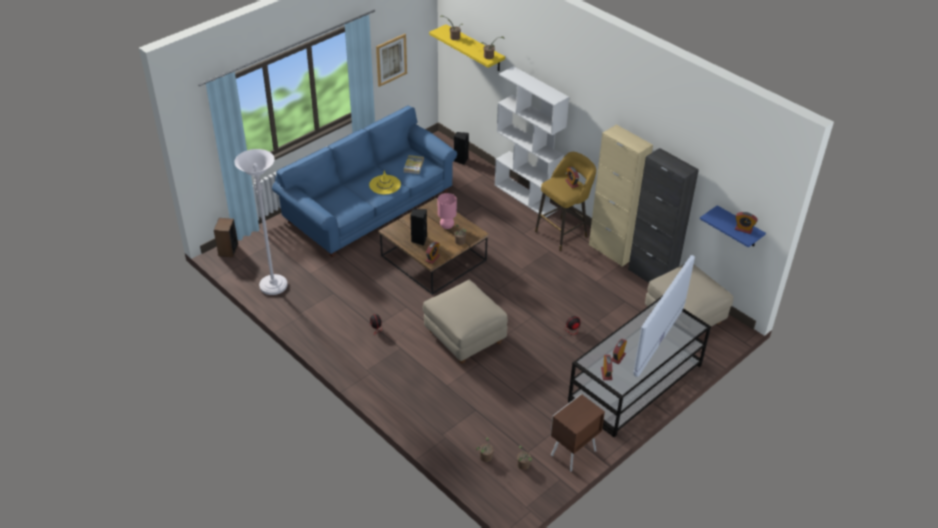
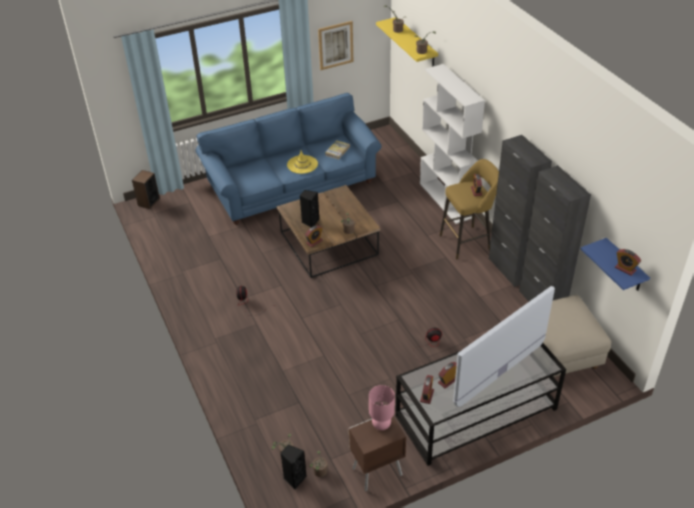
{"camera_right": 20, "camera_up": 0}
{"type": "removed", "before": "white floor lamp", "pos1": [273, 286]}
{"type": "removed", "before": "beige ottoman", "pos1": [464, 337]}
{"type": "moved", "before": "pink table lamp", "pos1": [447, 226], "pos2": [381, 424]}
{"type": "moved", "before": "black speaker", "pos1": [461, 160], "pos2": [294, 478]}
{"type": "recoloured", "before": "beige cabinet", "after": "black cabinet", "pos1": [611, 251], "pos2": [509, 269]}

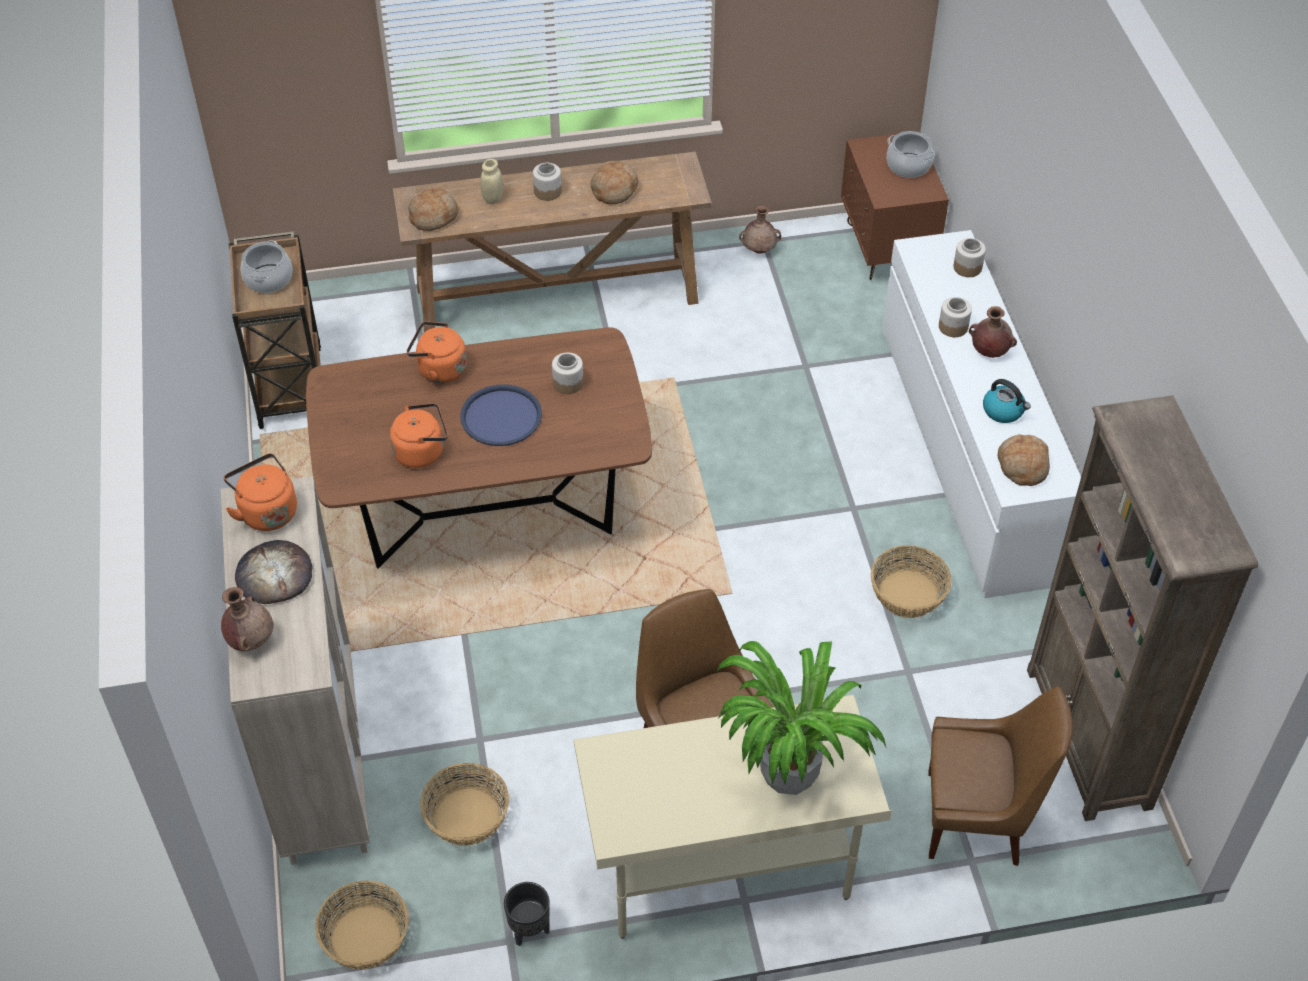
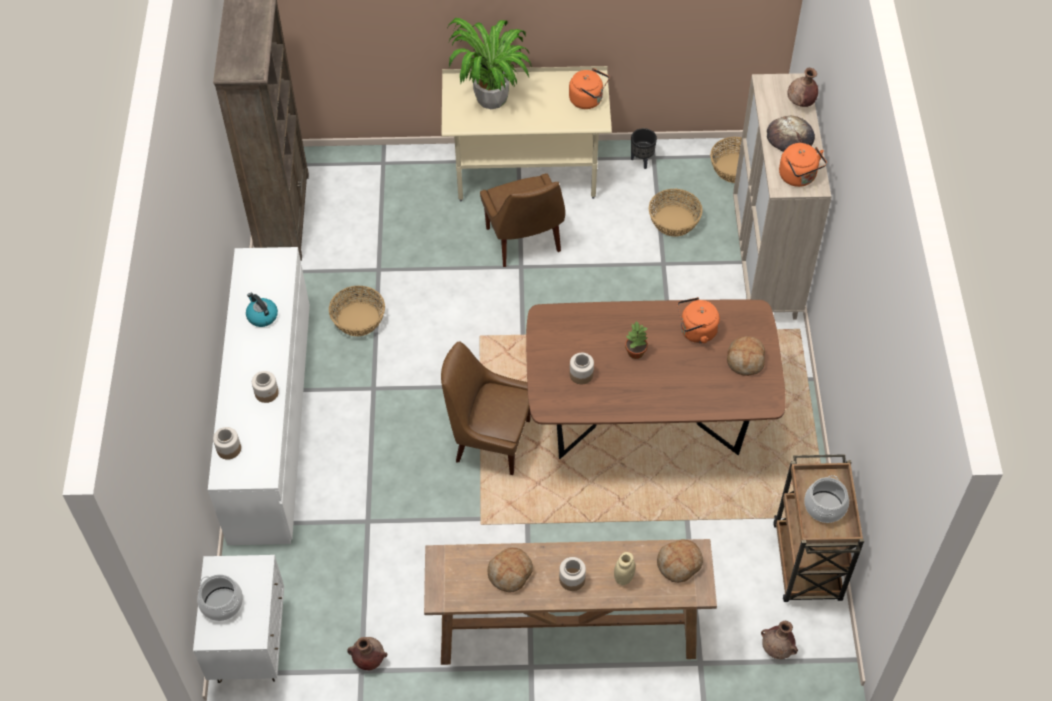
{"camera_right": -170, "camera_up": 5}
{"type": "moved", "before": "orange kettle", "pos1": [439, 369], "pos2": [588, 100]}
{"type": "moved", "before": "brown chair", "pos1": [978, 819], "pos2": [489, 440]}
{"type": "moved", "before": "brown vase", "pos1": [989, 351], "pos2": [777, 649]}
{"type": "moved", "before": "bread", "pos1": [1022, 466], "pos2": [745, 360]}
{"type": "replaced", "before": "blue tray", "after": "potted plant", "pos1": [501, 416], "pos2": [635, 352]}
{"type": "recoloured", "before": "brown nightstand", "after": "white nightstand", "pos1": [887, 248], "pos2": [250, 643]}

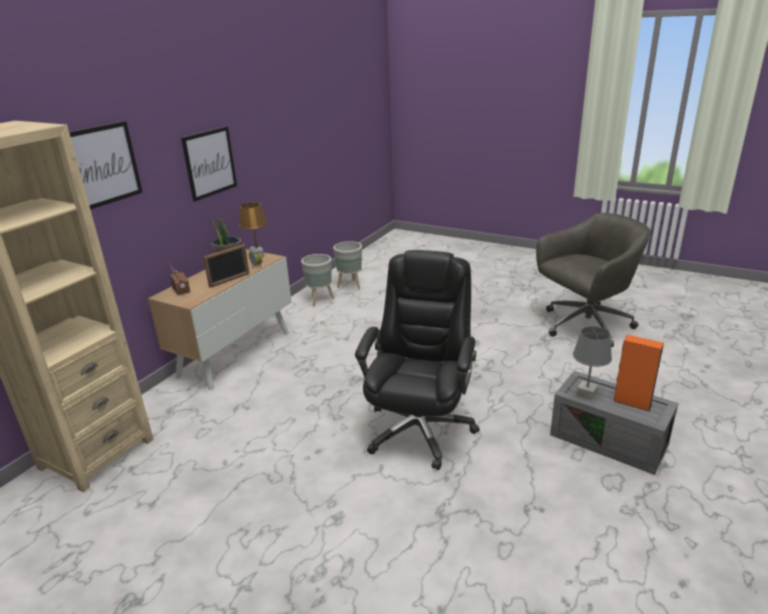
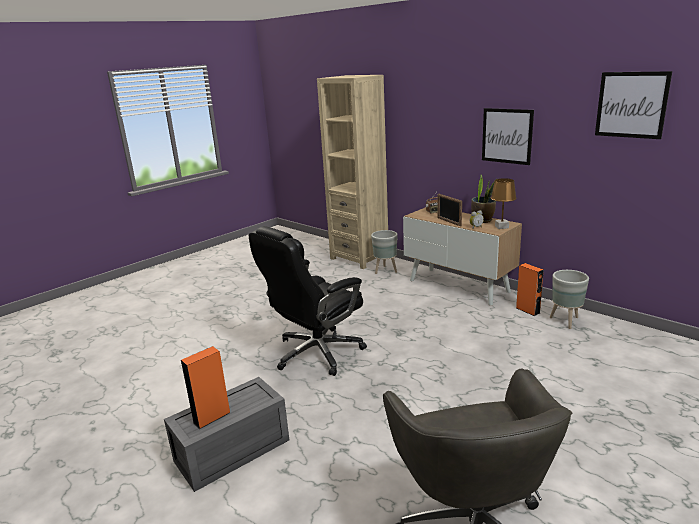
{"camera_right": 105, "camera_up": -5}
{"type": "removed", "before": "grey table lamp", "pos1": [586, 394]}
{"type": "added", "after": "orange speaker", "pos2": [527, 310]}
{"type": "moved", "before": "picture", "pos1": [102, 165], "pos2": [631, 105]}
{"type": "moved", "before": "grey planter", "pos1": [350, 285], "pos2": [385, 270]}
{"type": "turned", "before": "black office chair", "pos1": [420, 428], "pos2": [316, 353], "turn": 105}

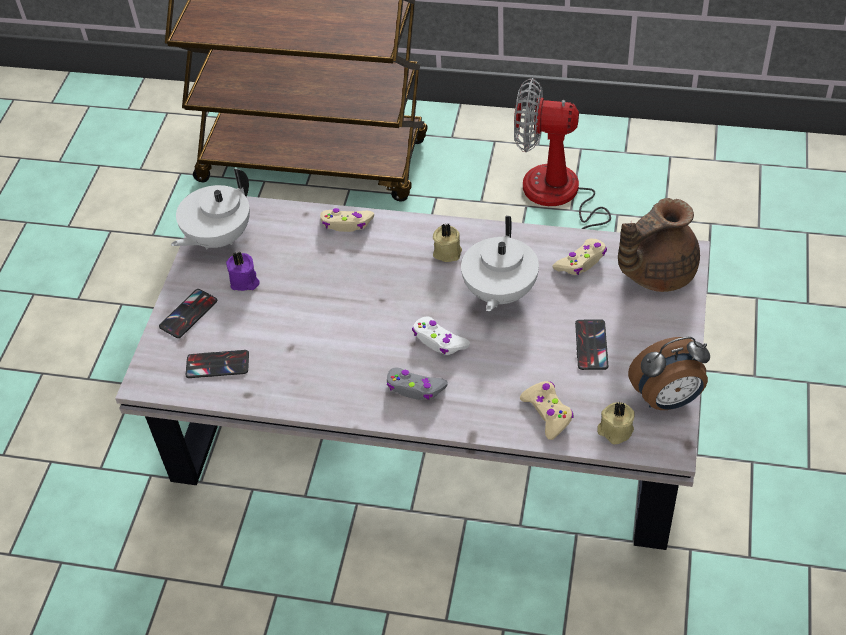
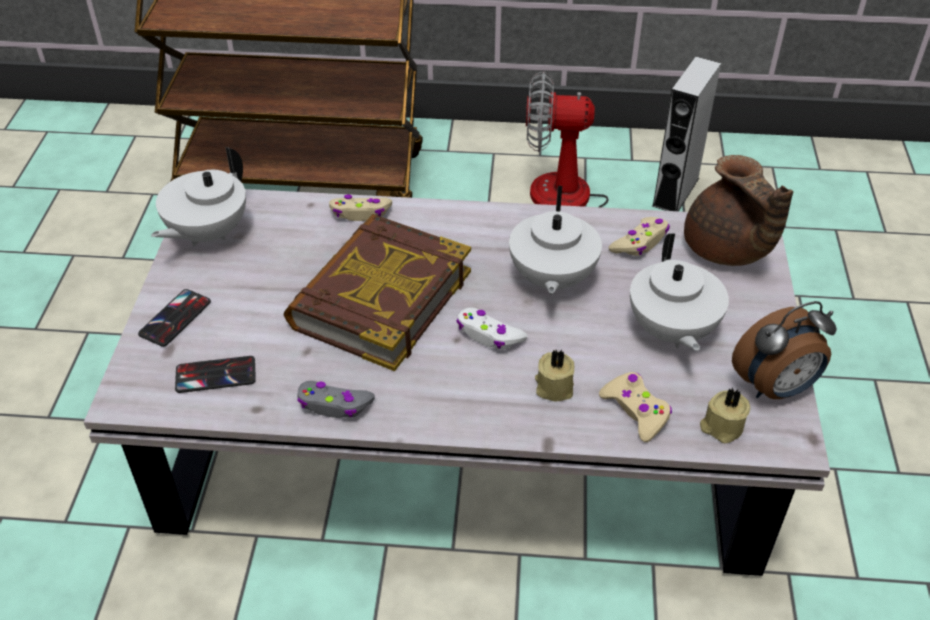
{"camera_right": -10, "camera_up": -5}
{"type": "removed", "before": "purple candle", "pos1": [244, 282]}
{"type": "added", "after": "book", "pos2": [380, 299]}
{"type": "added", "after": "grey speaker", "pos2": [675, 192]}
{"type": "moved", "before": "grey game controller", "pos1": [415, 388], "pos2": [334, 405]}
{"type": "moved", "before": "beige candle", "pos1": [447, 251], "pos2": [553, 387]}
{"type": "replaced", "before": "phone", "after": "white teapot", "pos1": [591, 345], "pos2": [671, 331]}
{"type": "turned", "before": "brown teapot", "pos1": [655, 272], "pos2": [726, 250], "turn": -75}

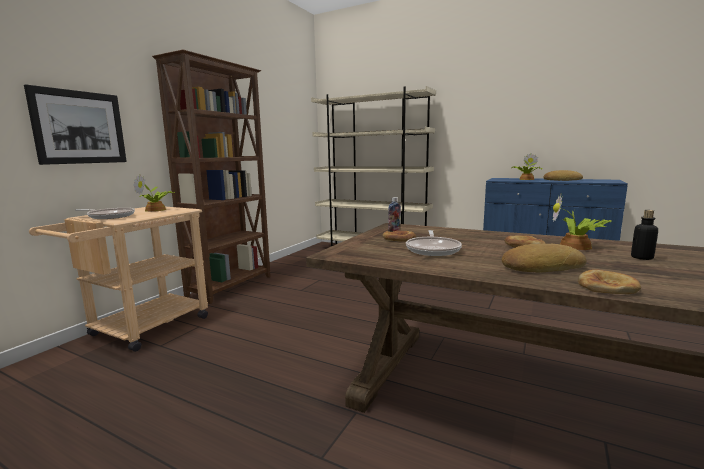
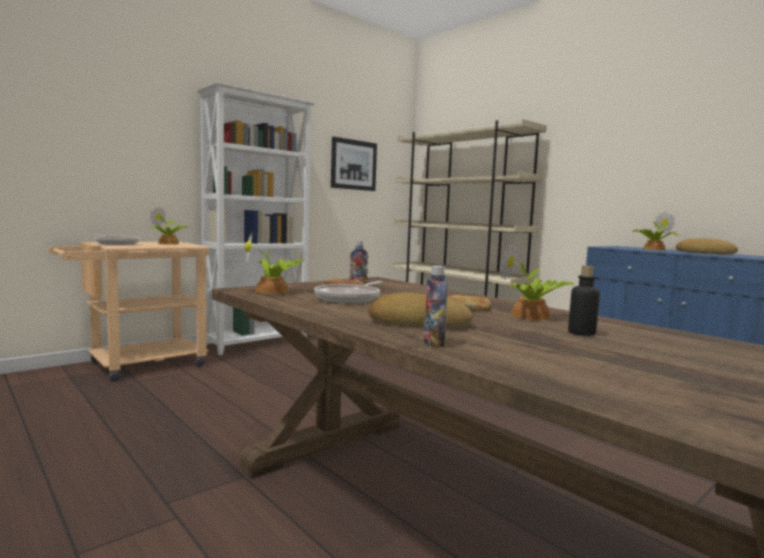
{"camera_right": 20, "camera_up": -5}
{"type": "added", "after": "potted plant", "pos2": [274, 291]}
{"type": "moved", "before": "picture", "pos1": [80, 127], "pos2": [353, 165]}
{"type": "replaced", "before": "bread", "after": "bottle", "pos1": [607, 287], "pos2": [433, 343]}
{"type": "recoloured", "before": "brown bookcase", "after": "white bookcase", "pos1": [231, 286], "pos2": [257, 343]}

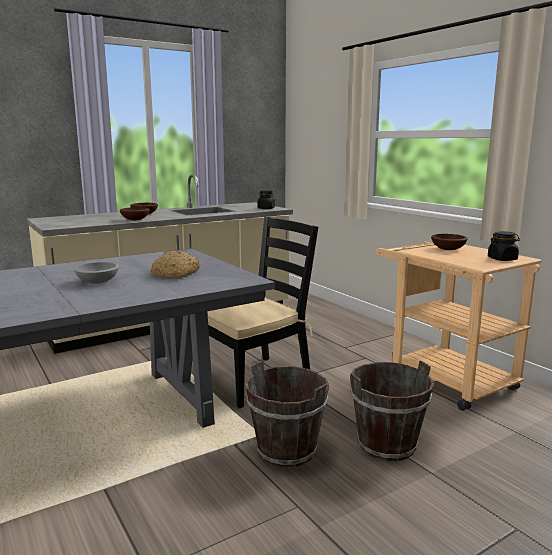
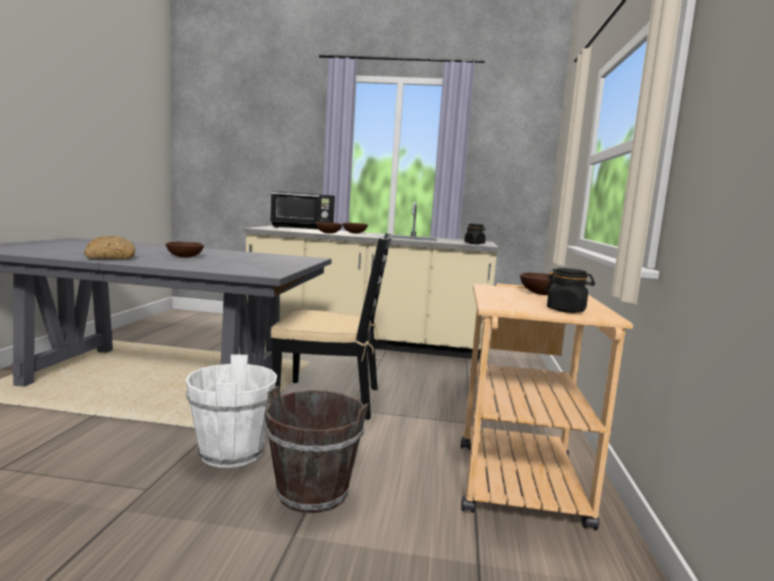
{"camera_right": 40, "camera_up": -5}
{"type": "added", "after": "black microwave", "pos2": [303, 229]}
{"type": "moved", "before": "bread", "pos1": [176, 273], "pos2": [110, 258]}
{"type": "recoloured", "before": "grey bowl", "after": "brown bowl", "pos1": [98, 282], "pos2": [185, 257]}
{"type": "recoloured", "before": "brown bucket", "after": "white bucket", "pos1": [286, 451], "pos2": [231, 452]}

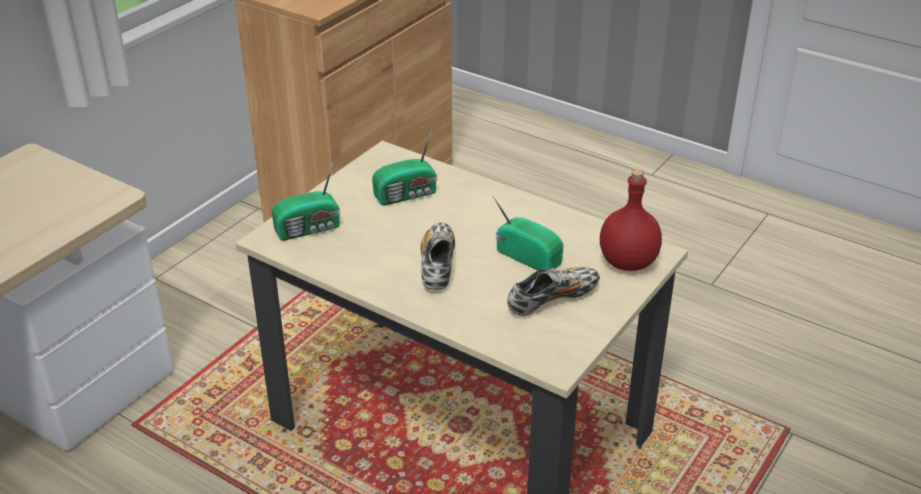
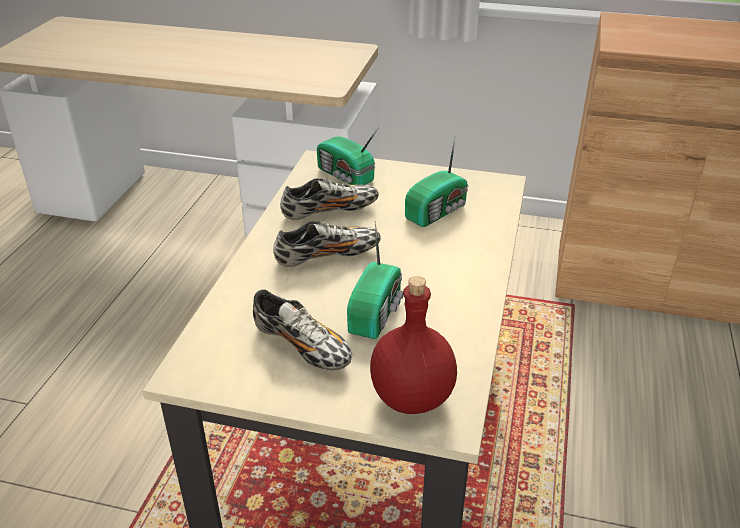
{"camera_right": 70, "camera_up": 0}
{"type": "added", "after": "shoe", "pos2": [330, 211]}
{"type": "turned", "before": "radio", "pos1": [407, 195], "pos2": [438, 211], "turn": -90}

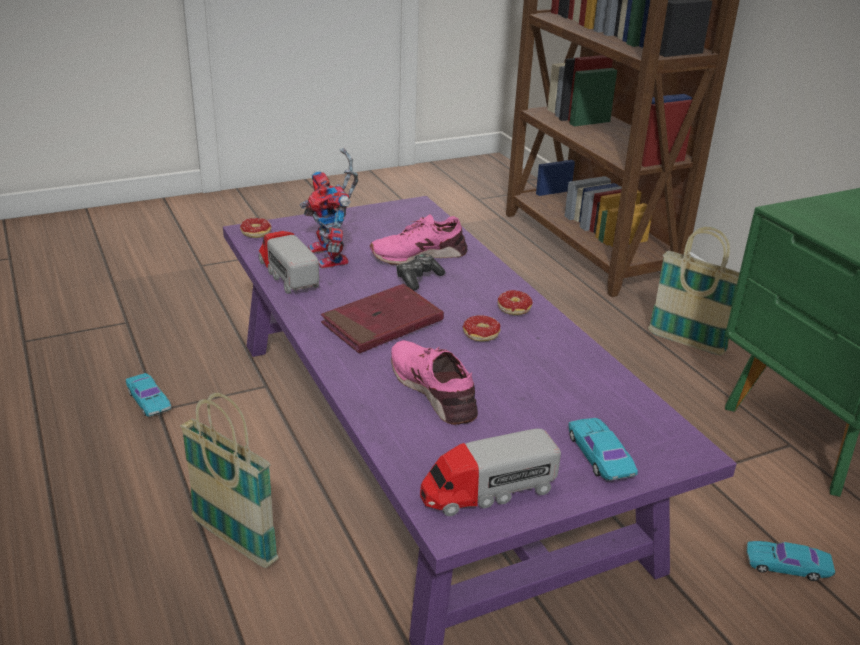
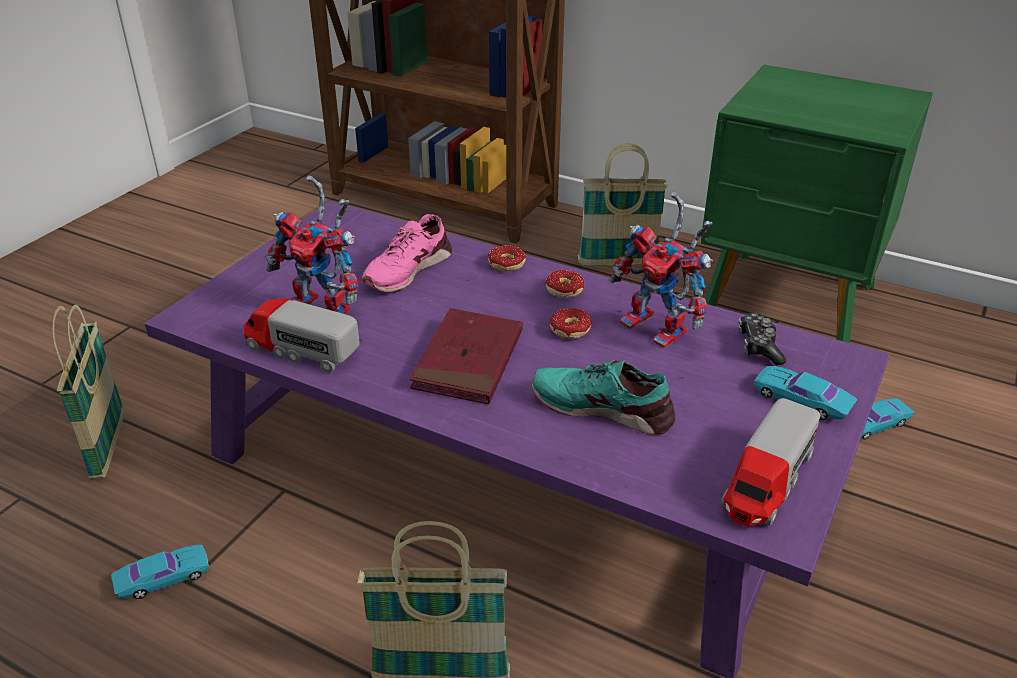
{"camera_right": -35, "camera_up": 5}
{"type": "added", "after": "basket", "pos2": [108, 446]}
{"type": "added", "after": "toy robot", "pos2": [661, 329]}
{"type": "moved", "before": "donut", "pos1": [251, 234], "pos2": [505, 268]}
{"type": "moved", "before": "game controller", "pos1": [418, 279], "pos2": [759, 346]}
{"type": "recoloured", "before": "pink shoe", "after": "turquoise shoe", "pos1": [434, 390], "pos2": [603, 407]}
{"type": "turned", "before": "turquoise toy car", "pos1": [148, 400], "pos2": [163, 577], "turn": -45}

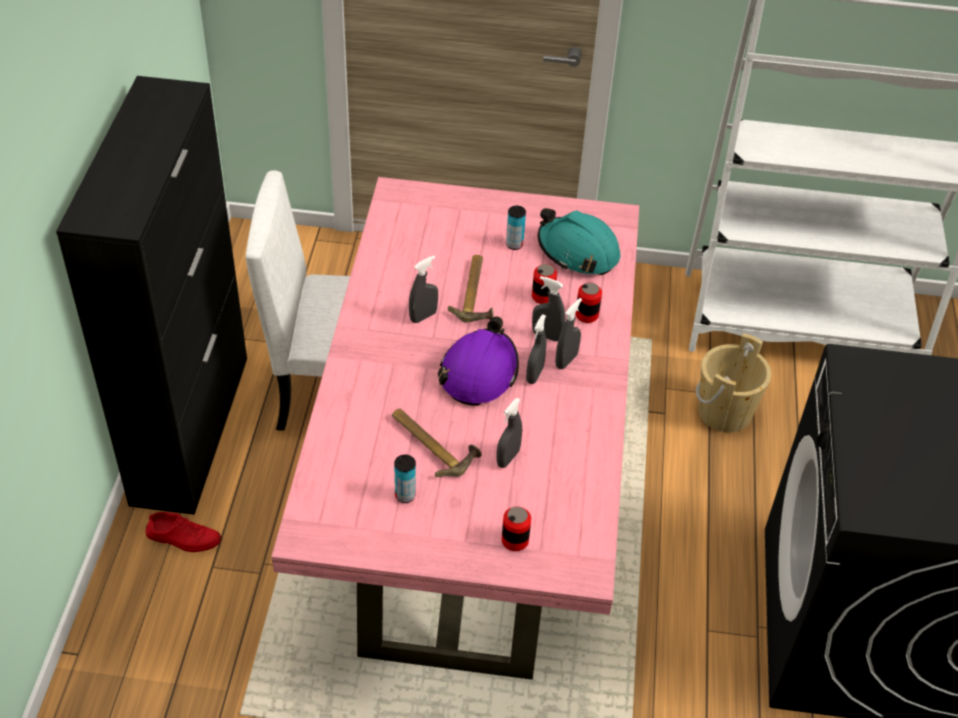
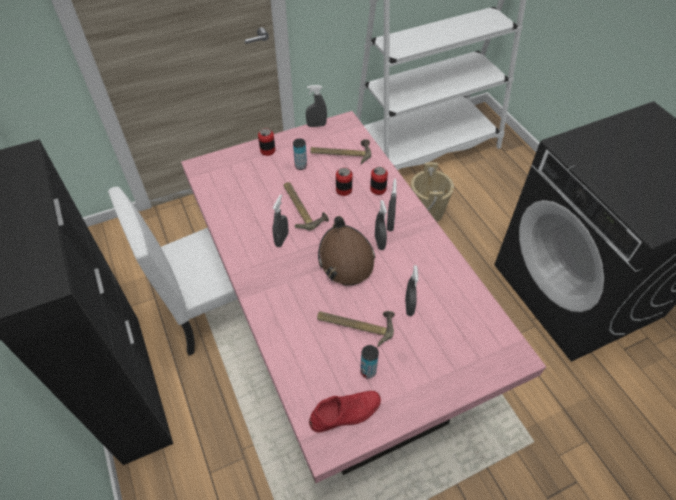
{"camera_right": -30, "camera_up": 5}
{"type": "moved", "before": "red shoe", "pos1": [183, 538], "pos2": [345, 413]}
{"type": "moved", "before": "can", "pos1": [515, 540], "pos2": [267, 151]}
{"type": "moved", "before": "grey spray bottle", "pos1": [546, 336], "pos2": [316, 125]}
{"type": "replaced", "before": "turquoise hard hat", "after": "hammer", "pos1": [578, 251], "pos2": [341, 153]}
{"type": "recoloured", "before": "purple hard hat", "after": "brown hard hat", "pos1": [479, 372], "pos2": [345, 259]}

